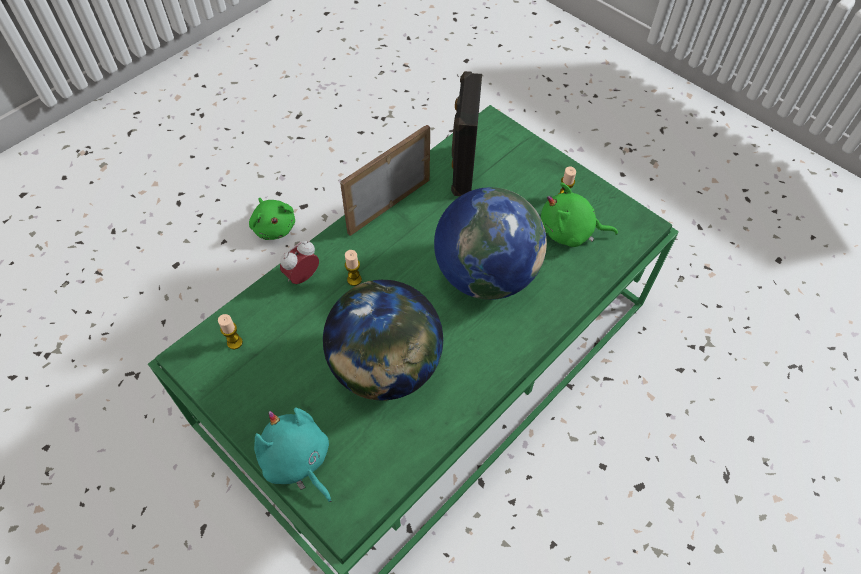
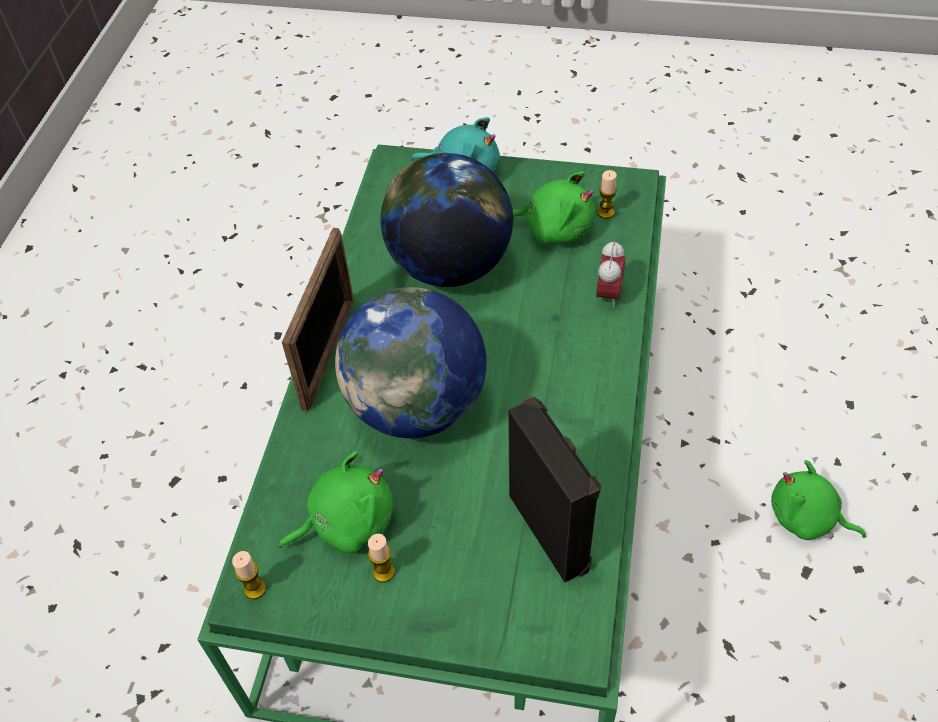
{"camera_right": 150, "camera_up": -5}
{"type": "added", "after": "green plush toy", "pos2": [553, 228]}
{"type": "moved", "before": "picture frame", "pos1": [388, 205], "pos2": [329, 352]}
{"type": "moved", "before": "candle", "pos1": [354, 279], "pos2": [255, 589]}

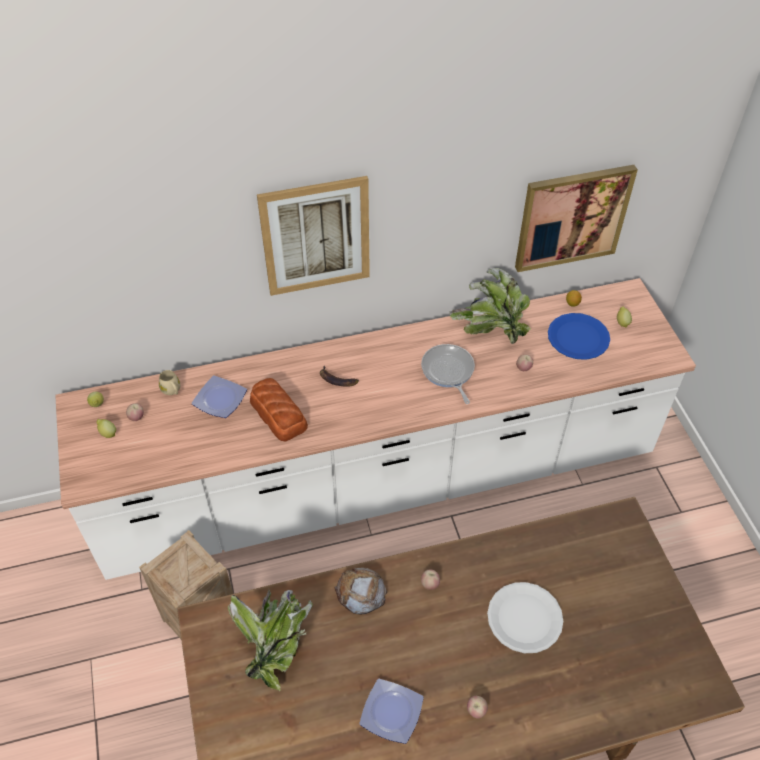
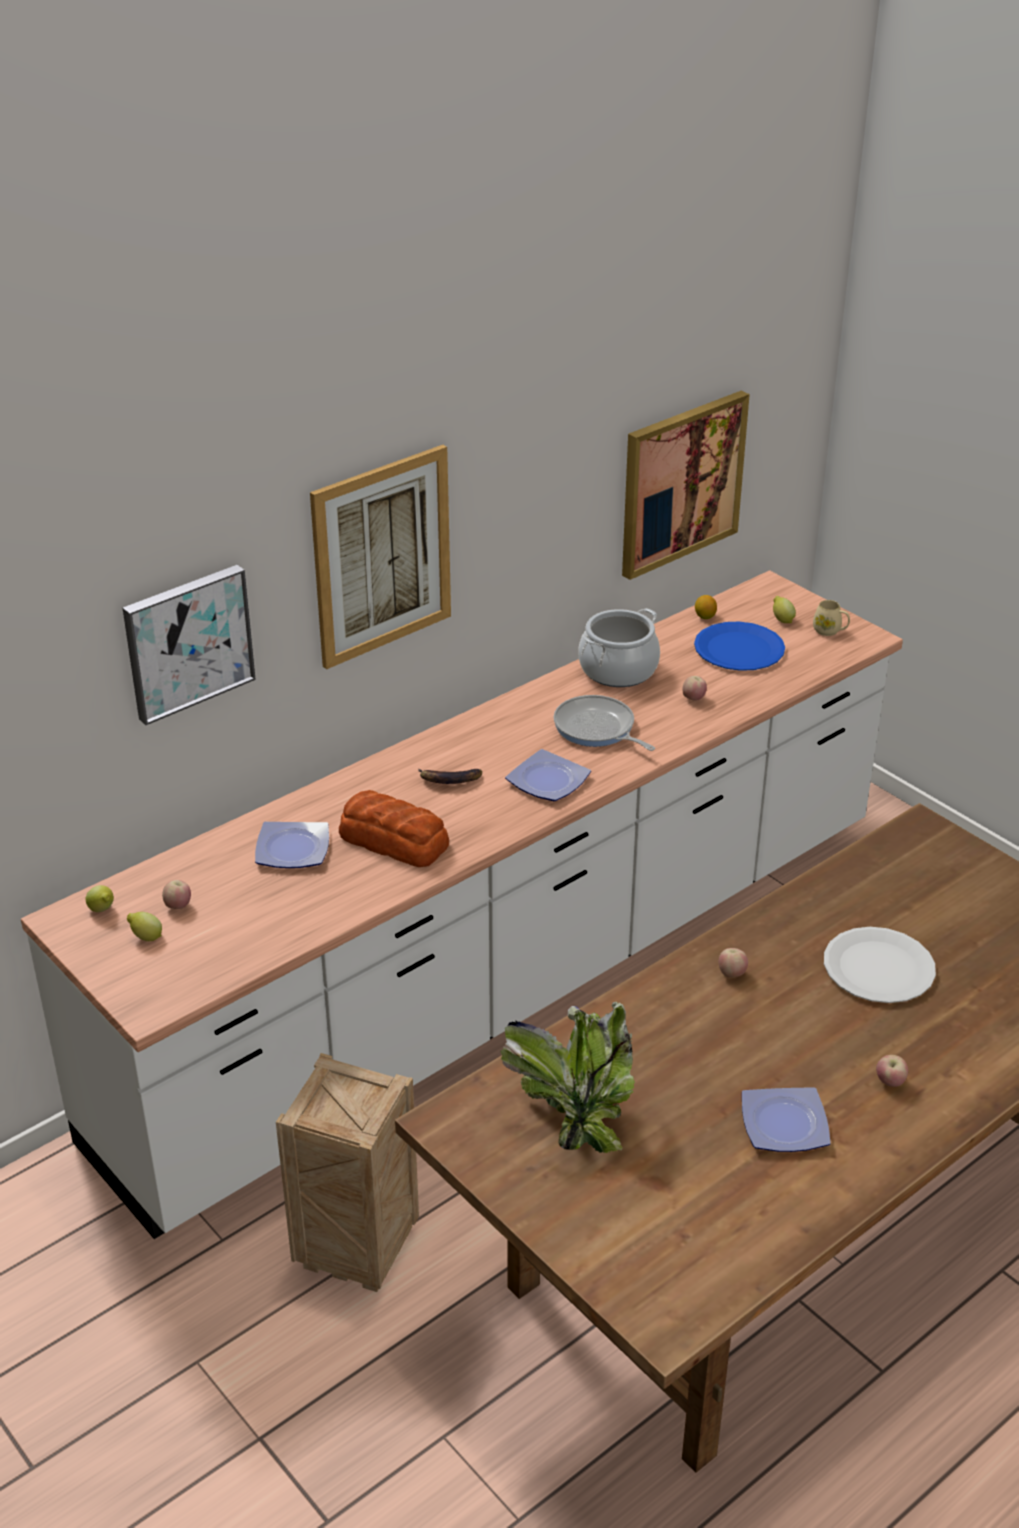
{"camera_right": -25, "camera_up": -15}
{"type": "removed", "before": "bread", "pos1": [360, 592]}
{"type": "added", "after": "picture", "pos2": [187, 642]}
{"type": "added", "after": "plate", "pos2": [550, 780]}
{"type": "moved", "before": "beige mug", "pos1": [172, 391], "pos2": [830, 631]}
{"type": "replaced", "before": "potted plant", "after": "cooking pot", "pos1": [490, 329], "pos2": [618, 670]}

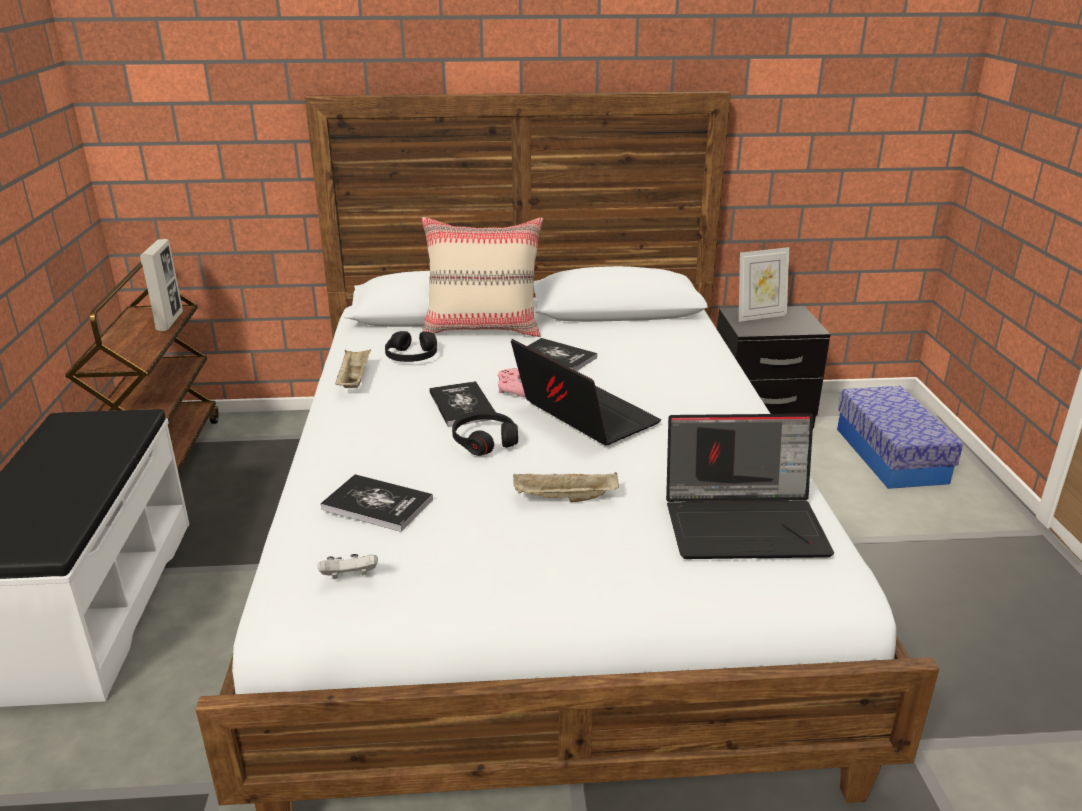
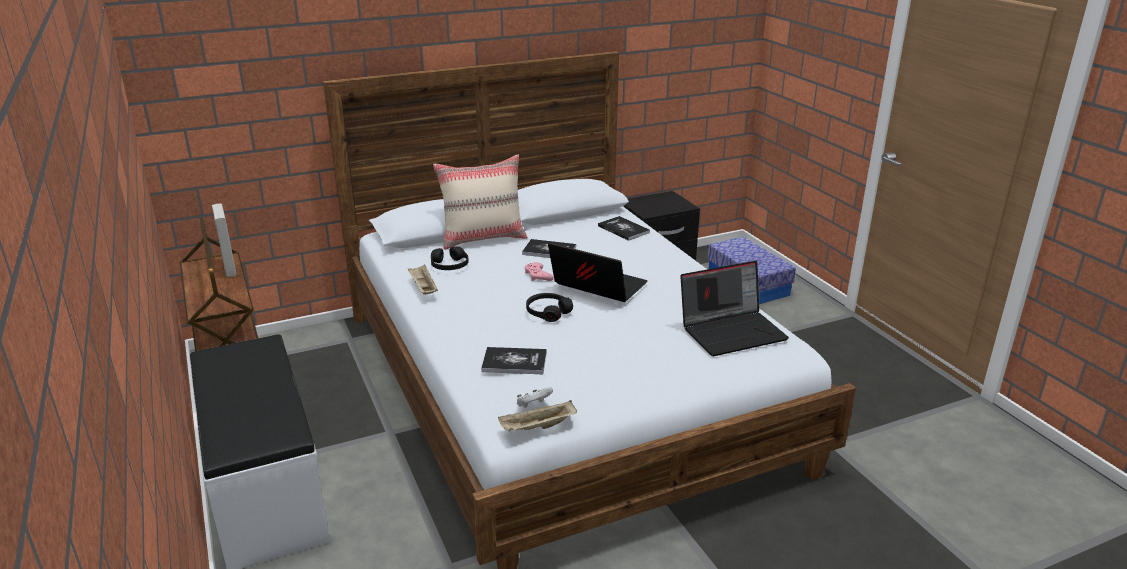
{"camera_right": -20, "camera_up": 0}
{"type": "removed", "before": "picture frame", "pos1": [760, 316]}
{"type": "moved", "before": "book", "pos1": [462, 405], "pos2": [623, 229]}
{"type": "moved", "before": "beige tray", "pos1": [564, 499], "pos2": [537, 428]}

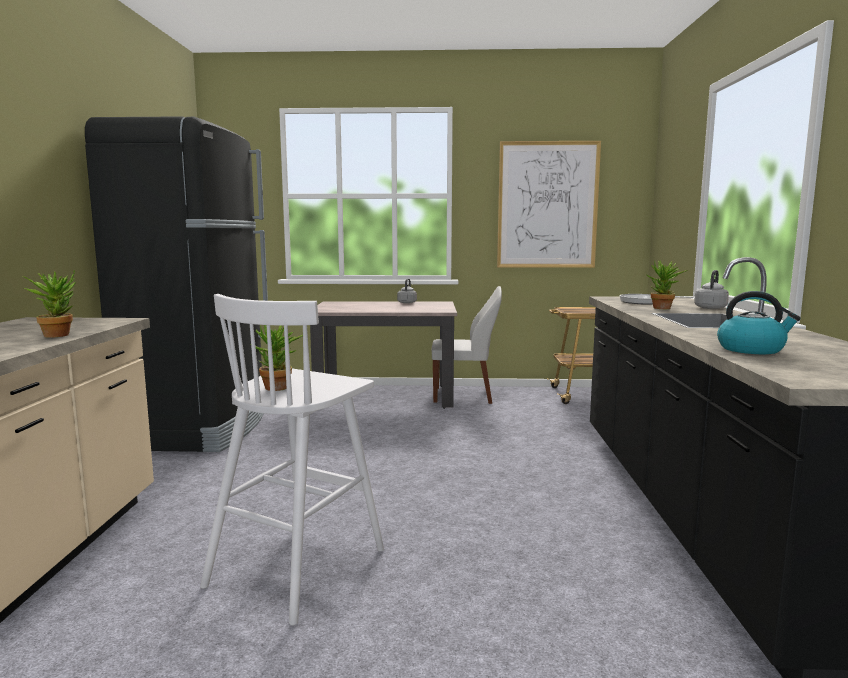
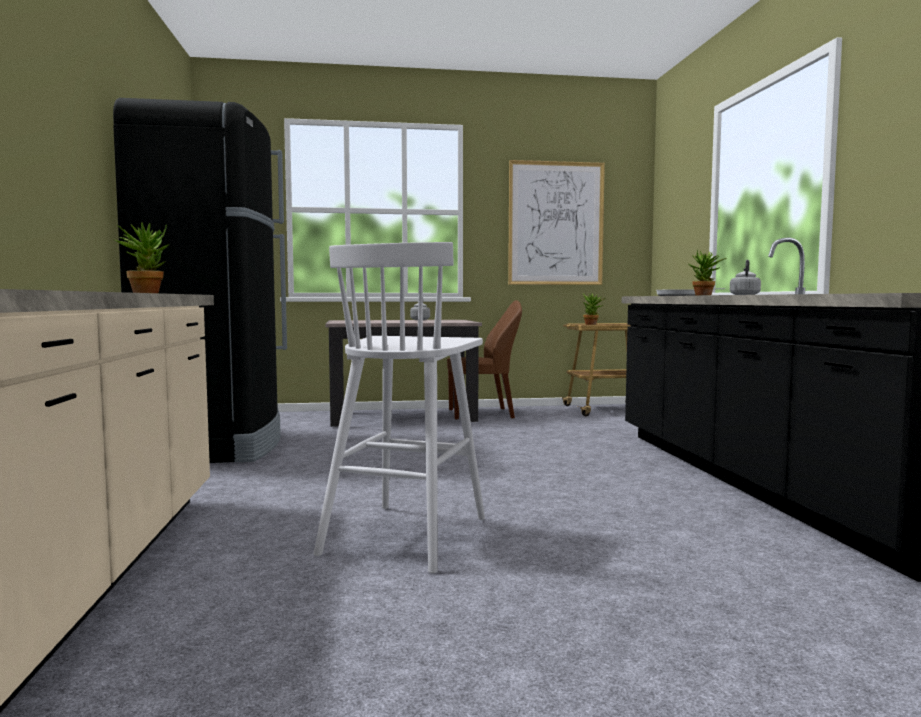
{"camera_right": -10, "camera_up": -5}
{"type": "removed", "before": "kettle", "pos1": [752, 349]}
{"type": "moved", "before": "potted plant", "pos1": [279, 389], "pos2": [593, 324]}
{"type": "recoloured", "before": "white chair", "after": "brown chair", "pos1": [465, 396], "pos2": [483, 414]}

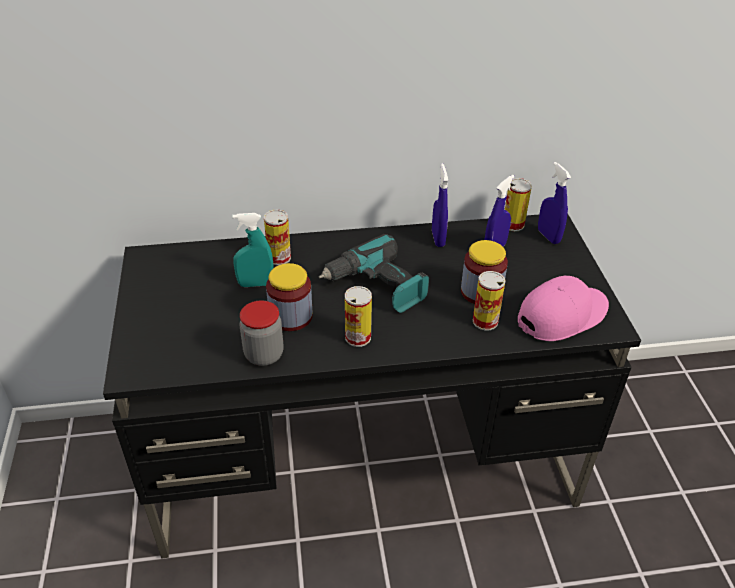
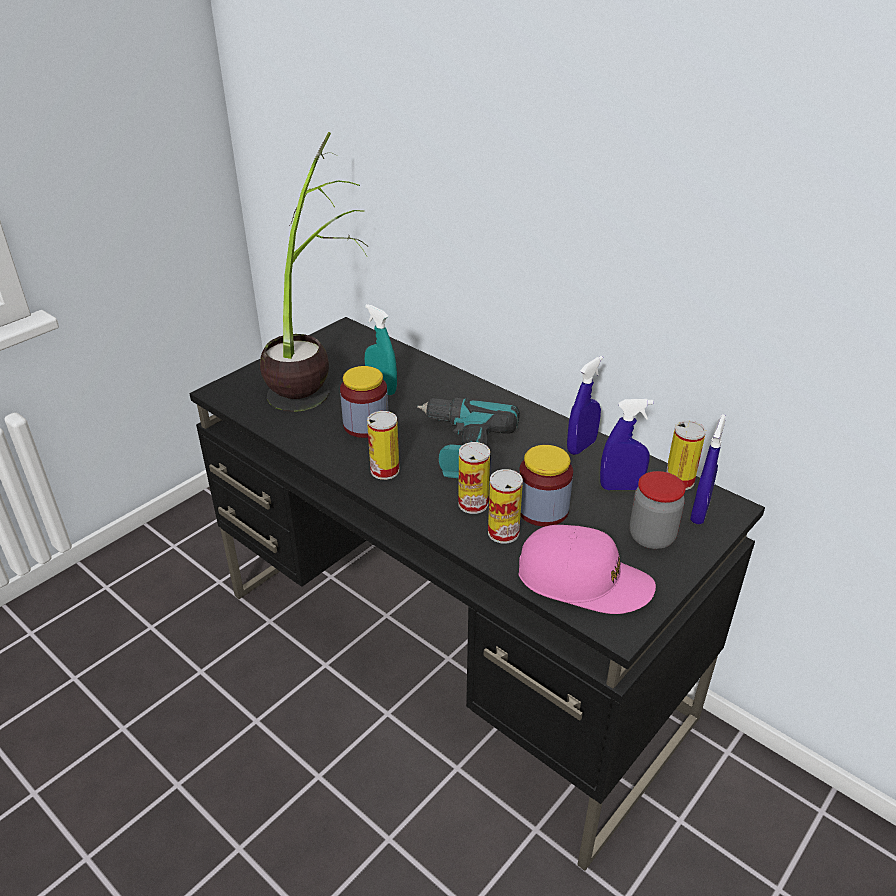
{"camera_right": 50, "camera_up": -5}
{"type": "added", "after": "potted plant", "pos2": [316, 374]}
{"type": "moved", "before": "jar", "pos1": [264, 354], "pos2": [651, 537]}
{"type": "moved", "before": "can", "pos1": [279, 257], "pos2": [473, 503]}

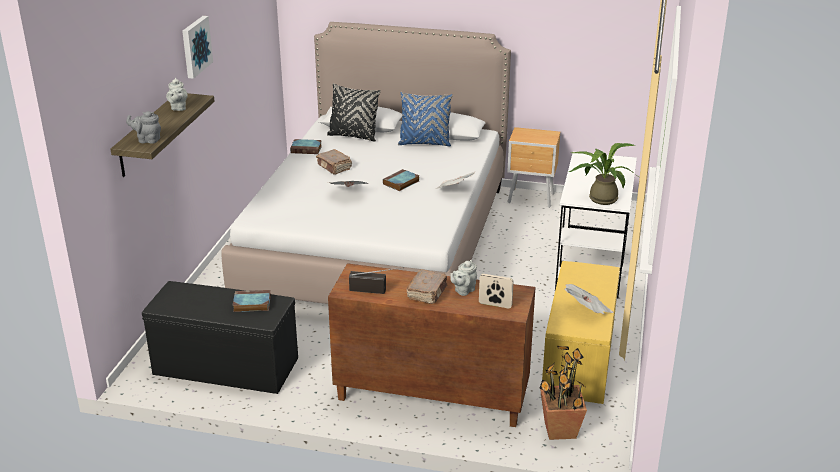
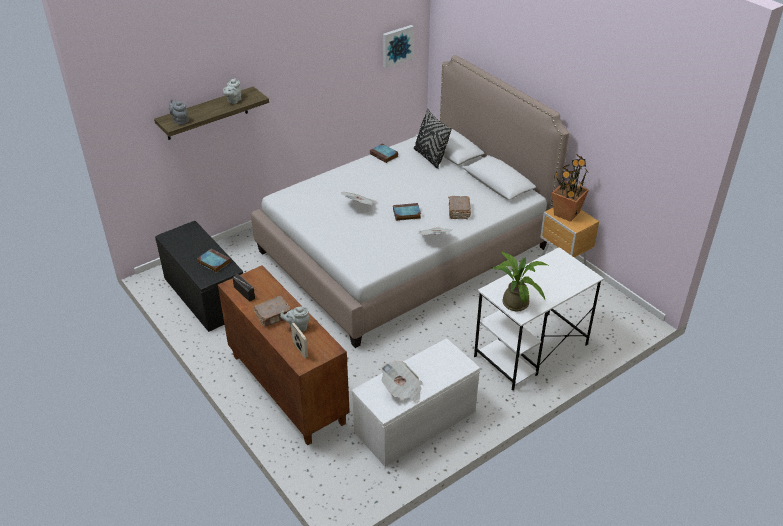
{"camera_right": 40, "camera_up": 10}
{"type": "removed", "before": "blue pillow", "pos1": [424, 143]}
{"type": "moved", "before": "picture", "pos1": [195, 46], "pos2": [397, 45]}
{"type": "moved", "before": "brown book", "pos1": [334, 167], "pos2": [458, 212]}
{"type": "moved", "before": "potted plant", "pos1": [559, 430], "pos2": [566, 213]}
{"type": "recoloured", "before": "yellow bench", "after": "white bench", "pos1": [580, 360], "pos2": [415, 423]}

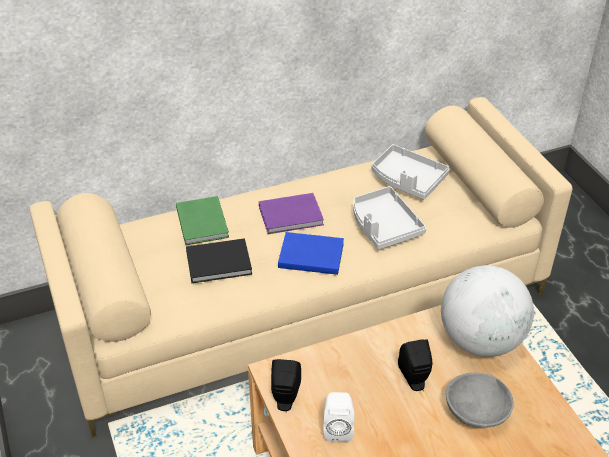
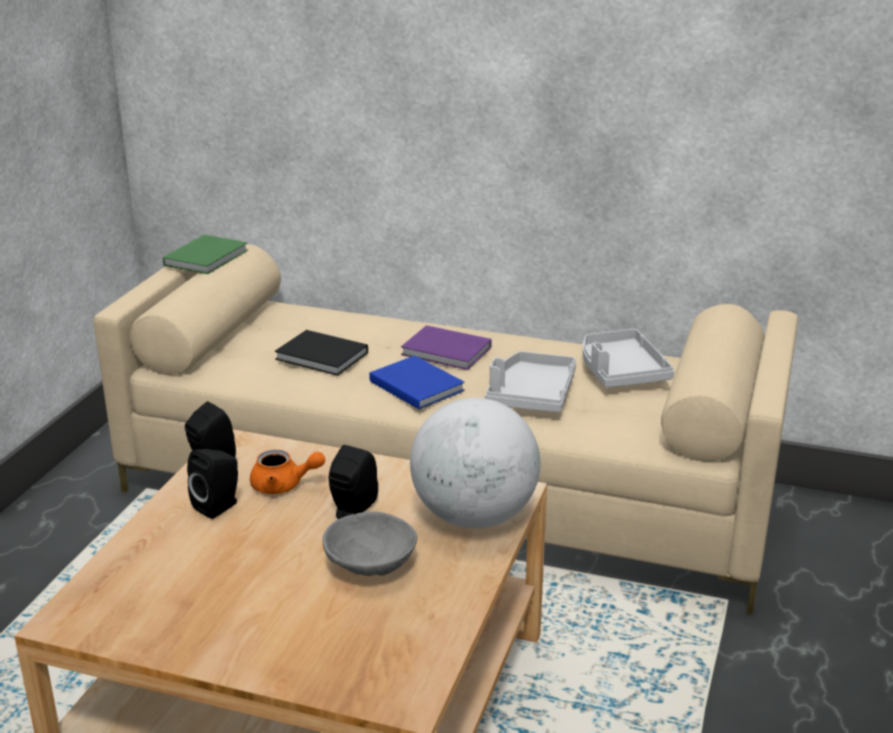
{"camera_right": 40, "camera_up": -15}
{"type": "added", "after": "orange teapot", "pos2": [283, 485]}
{"type": "moved", "before": "green book", "pos1": [203, 221], "pos2": [208, 257]}
{"type": "recoloured", "before": "white speaker", "after": "black speaker", "pos1": [338, 428], "pos2": [219, 506]}

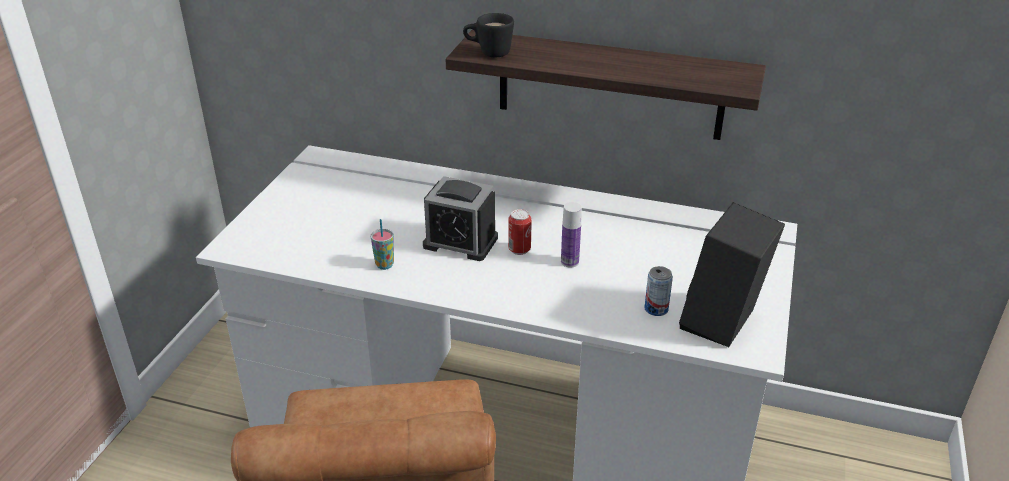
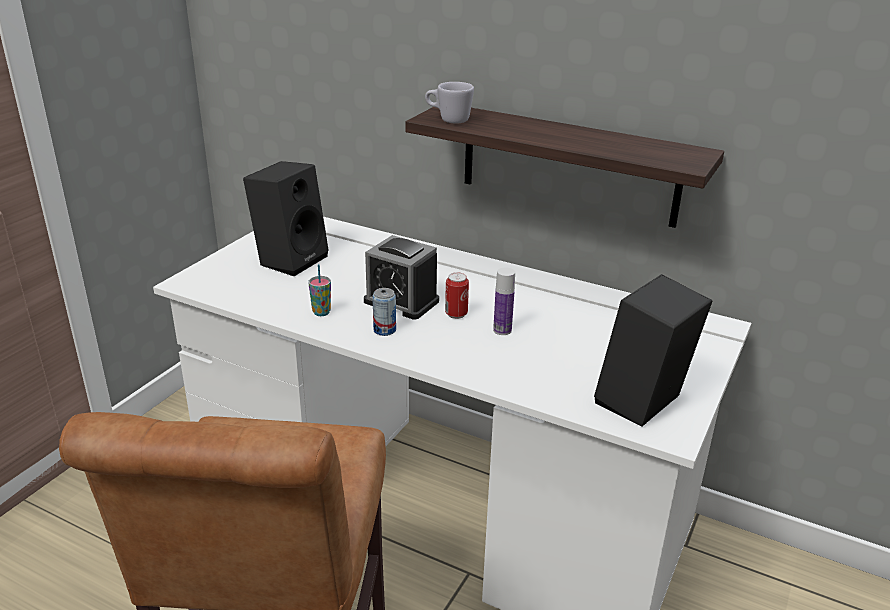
{"camera_right": 10, "camera_up": -5}
{"type": "added", "after": "black speaker", "pos2": [290, 259]}
{"type": "moved", "before": "can", "pos1": [656, 309], "pos2": [384, 330]}
{"type": "recoloured", "before": "black mug", "after": "white mug", "pos1": [488, 53], "pos2": [448, 119]}

